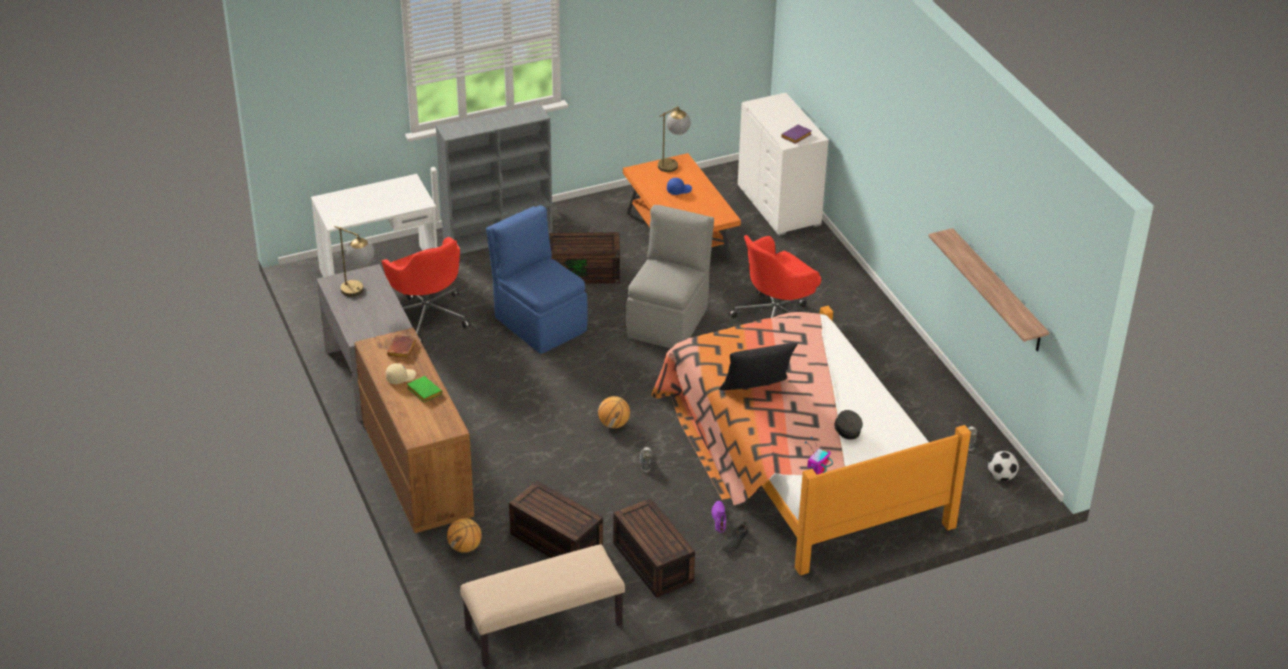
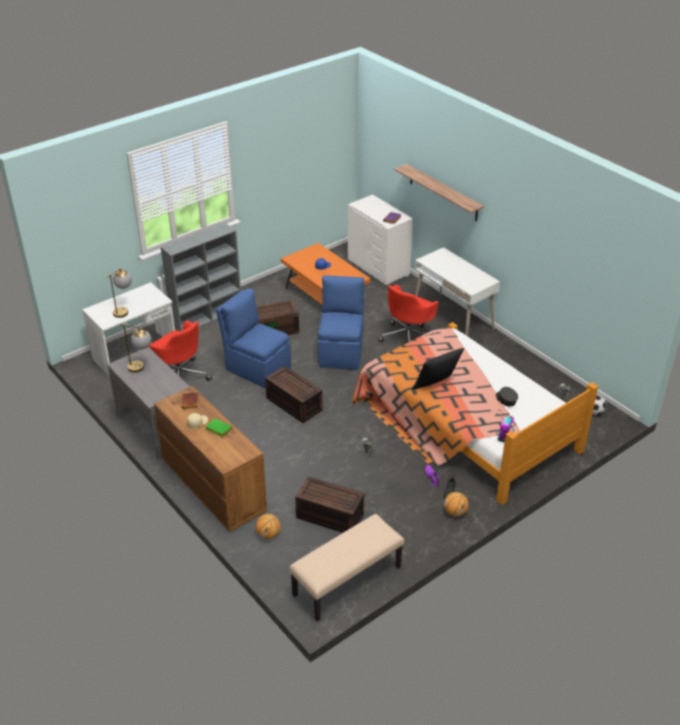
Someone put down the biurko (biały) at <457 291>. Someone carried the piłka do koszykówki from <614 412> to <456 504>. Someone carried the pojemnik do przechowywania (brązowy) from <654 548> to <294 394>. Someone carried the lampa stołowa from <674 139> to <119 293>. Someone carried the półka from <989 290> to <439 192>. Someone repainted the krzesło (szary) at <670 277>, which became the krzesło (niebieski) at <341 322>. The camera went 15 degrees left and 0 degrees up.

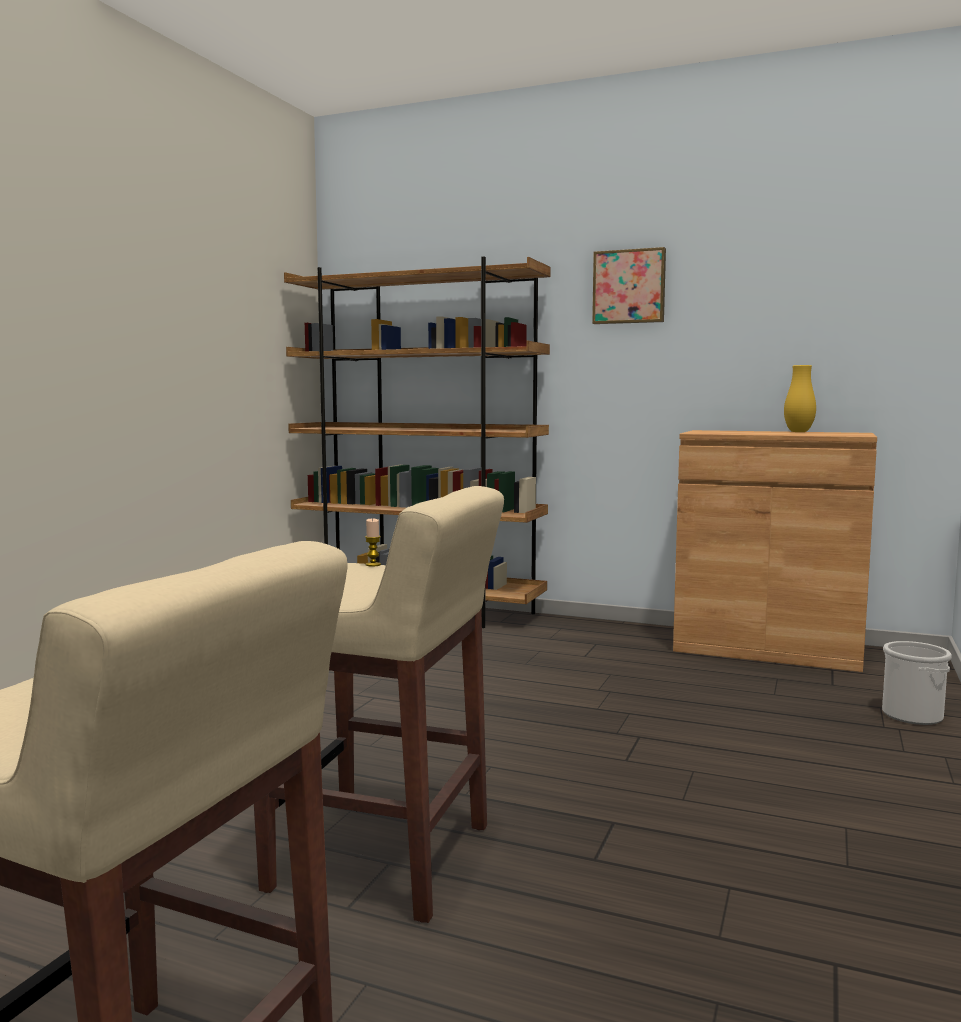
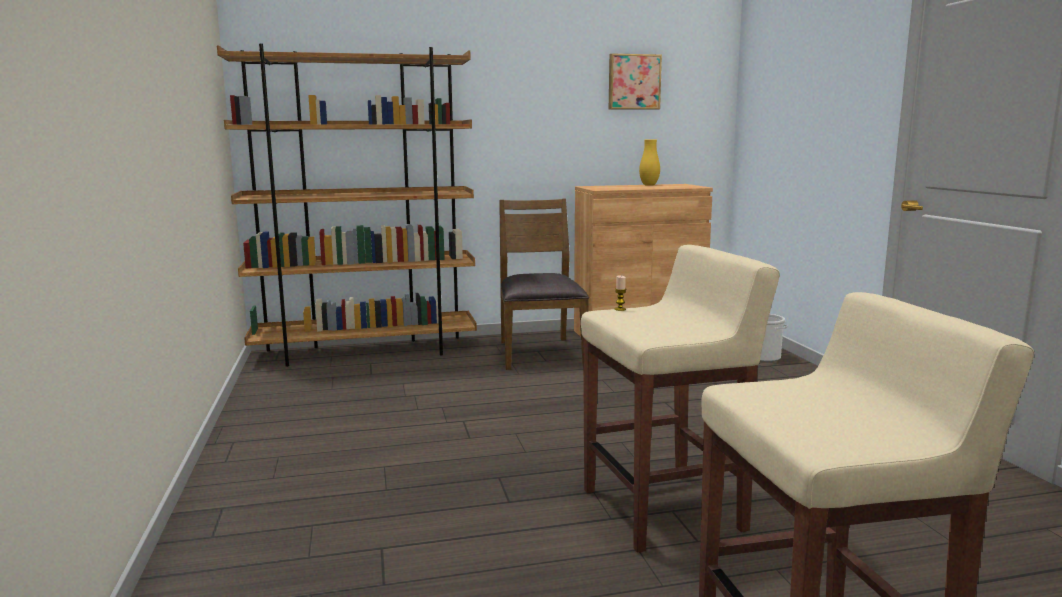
Someone put down the krzesło (brązowy) at <544 284>. Someone carried the obraz from <629 285> to <635 82>. The camera went 35 degrees left and 5 degrees up.

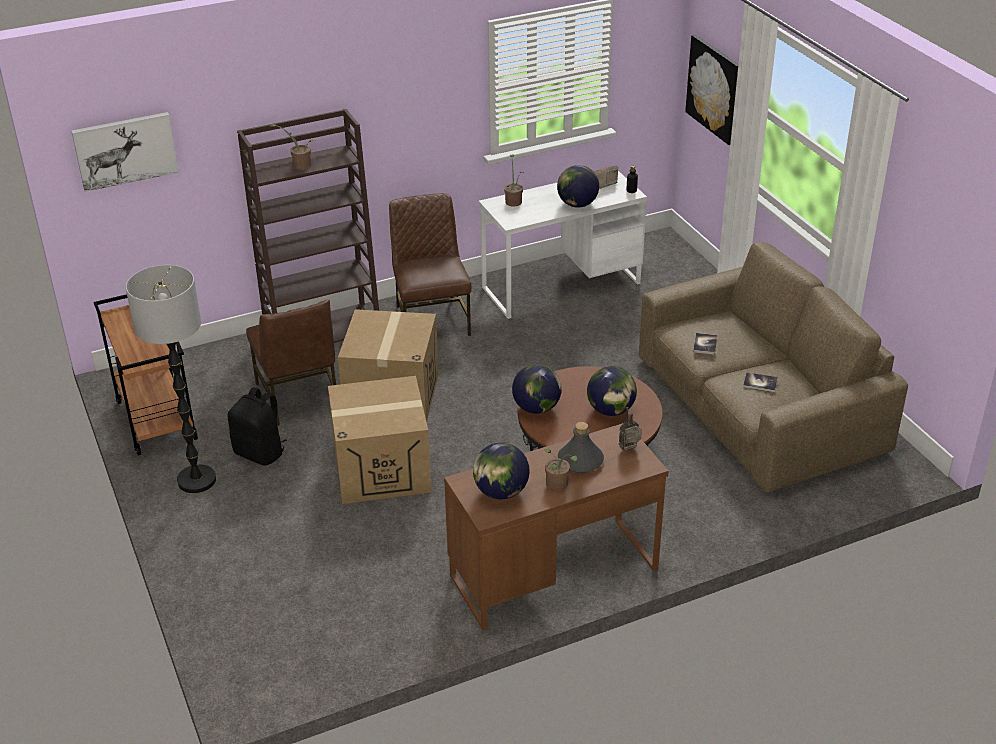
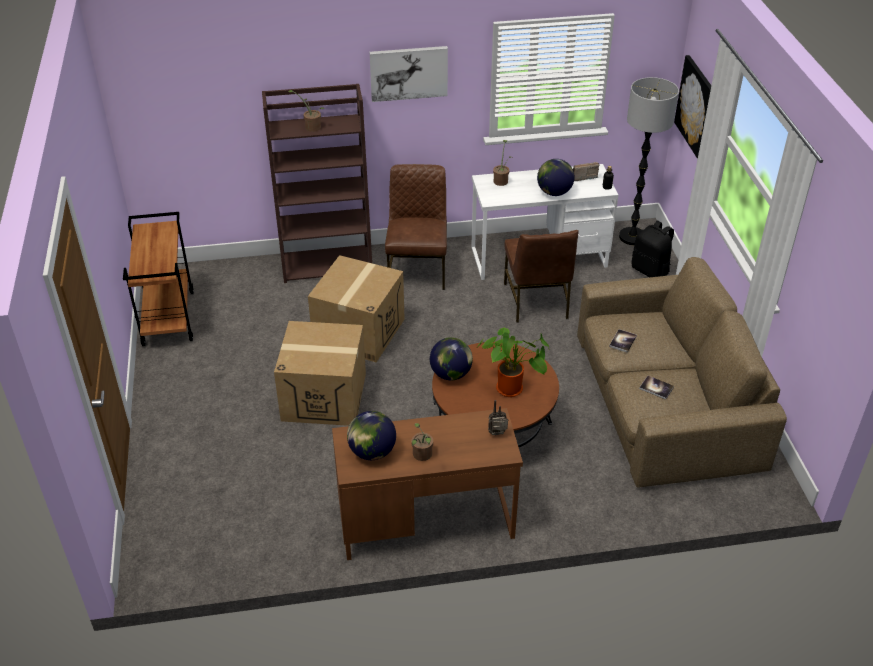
Someone took away the butelka (szary) at <581 447>. Someone carried the obraz from <125 152> to <409 74>. Someone carried the lampa stojąca from <171 379> to <649 161>. Someone carried the plecak (czarny) from <257 426> to <653 249>. Someone carried the krzesło (brązowy) from <291 362> to <541 276>. Someone swapped the globus at <612 391> for the roślina doniczkowa at <513 362>. The camera went 15 degrees right and 5 degrees up.

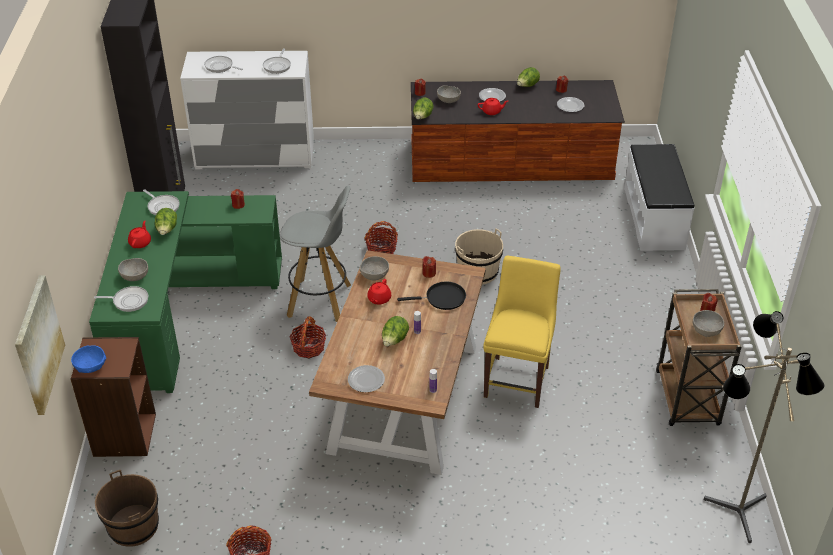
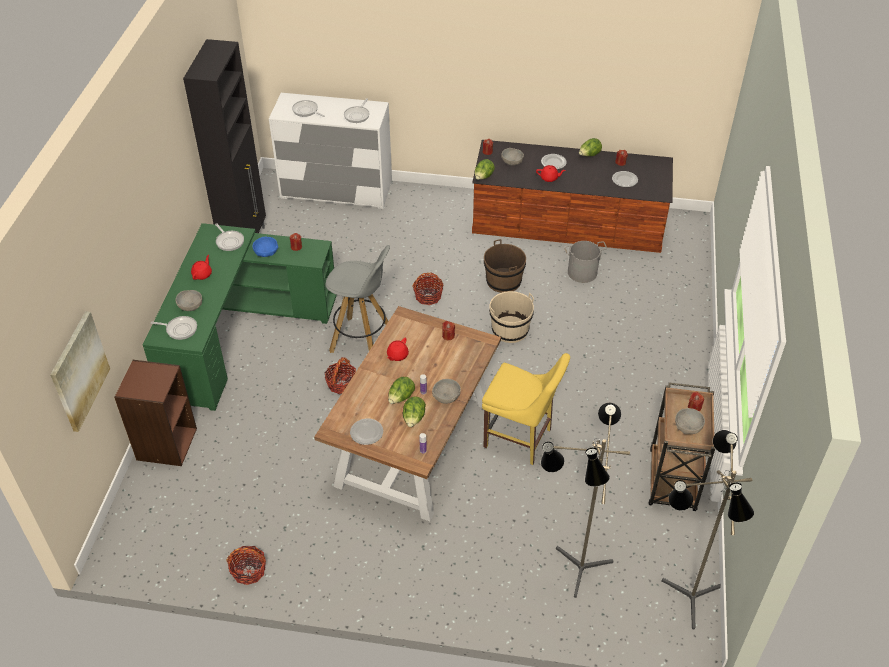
Someone took away the patelnia (czarny) at <431 296>. Someone took away the ławka (biały) at <659 197>. Someone put down the lampa stojąca at <585 500>. Someone put down the wiadro (szary) at <585 262>. Someone carried the miska (niebieski) from <88 359> to <265 247>. Someone carried the wiadro (brązowy) from <127 508> to <505 266>. Someone carried the sałata from <166 221> to <414 411>. Someone carried the miska (szary) from <374 268> to <446 391>. Someone rotated the krzesło (żółty) at <522 331> by 90 degrees clockwise. The camera went 10 degrees right and 5 degrees up.

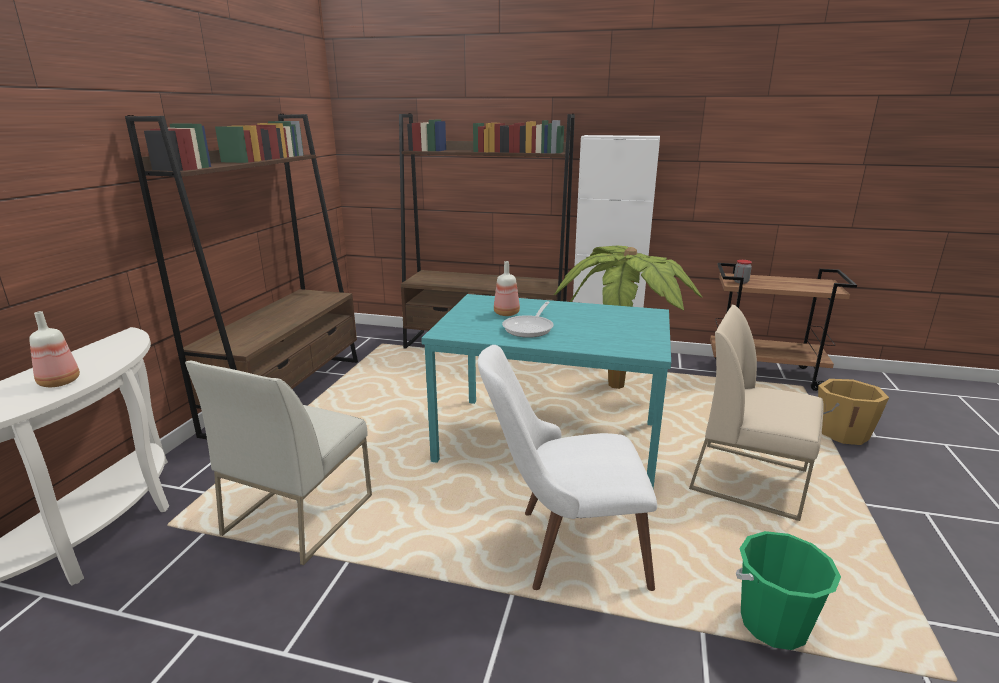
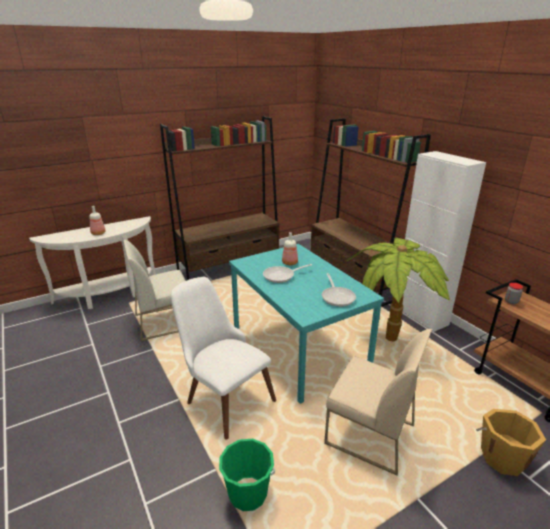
Someone put down the patelnia at <339 290>. Someone rotated the krzesło (beżowy) at <756 413> by 135 degrees clockwise. The camera went 45 degrees right and 5 degrees up.

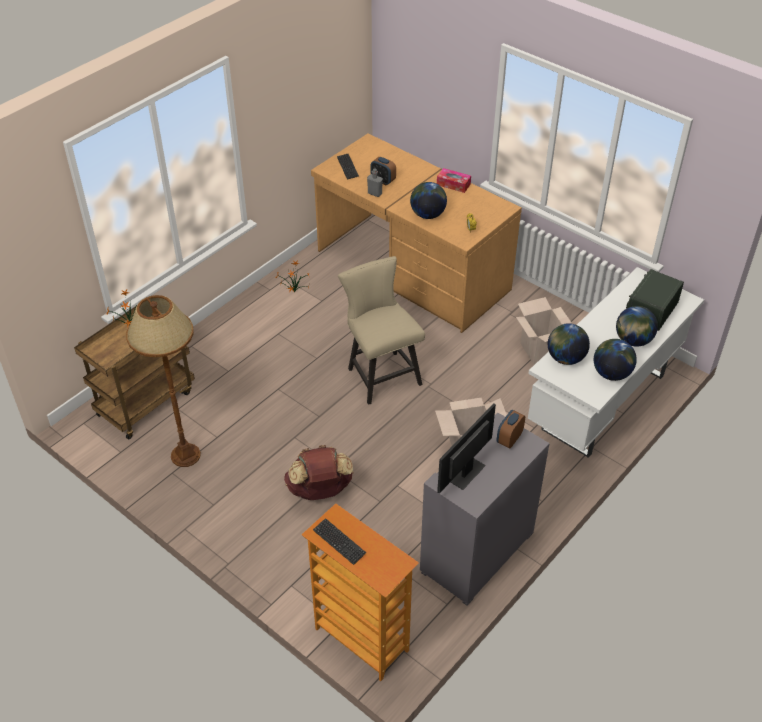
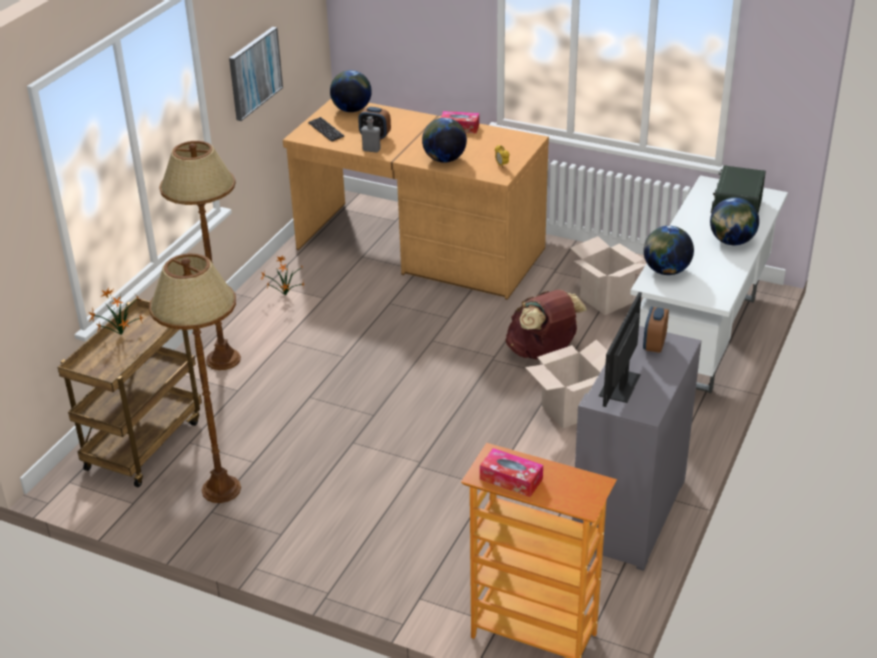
Someone took away the krzesło (beżowy) at <381 330>. Someone put down the lampa stojąca (brązowy) at <200 255>. Someone put up the obraz at <256 74>. Someone carried the plecak (brązowy) from <319 472> to <546 324>. Someone carried the globus from <615 360> to <351 91>. Someone swapped the klawiatura at <339 541> for the pudełko chusteczek at <511 472>. The camera went 15 degrees left and 10 degrees down.

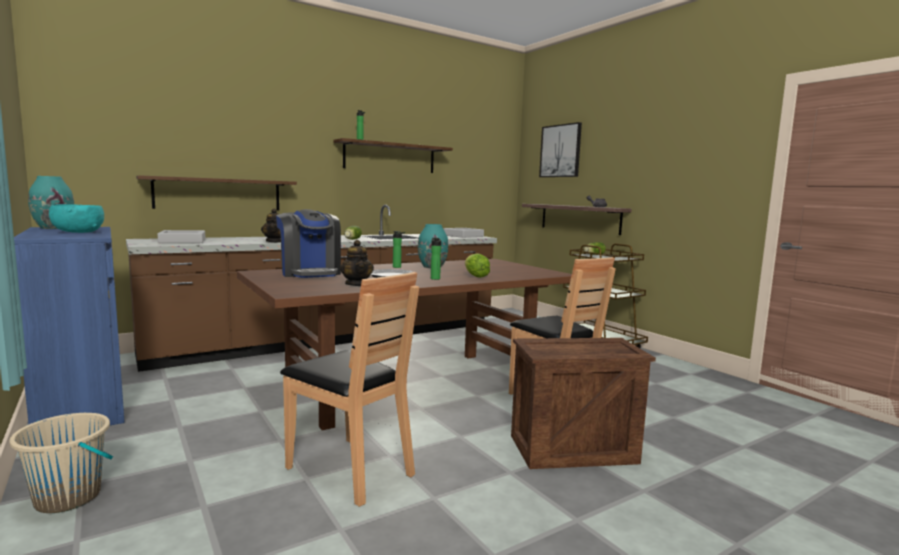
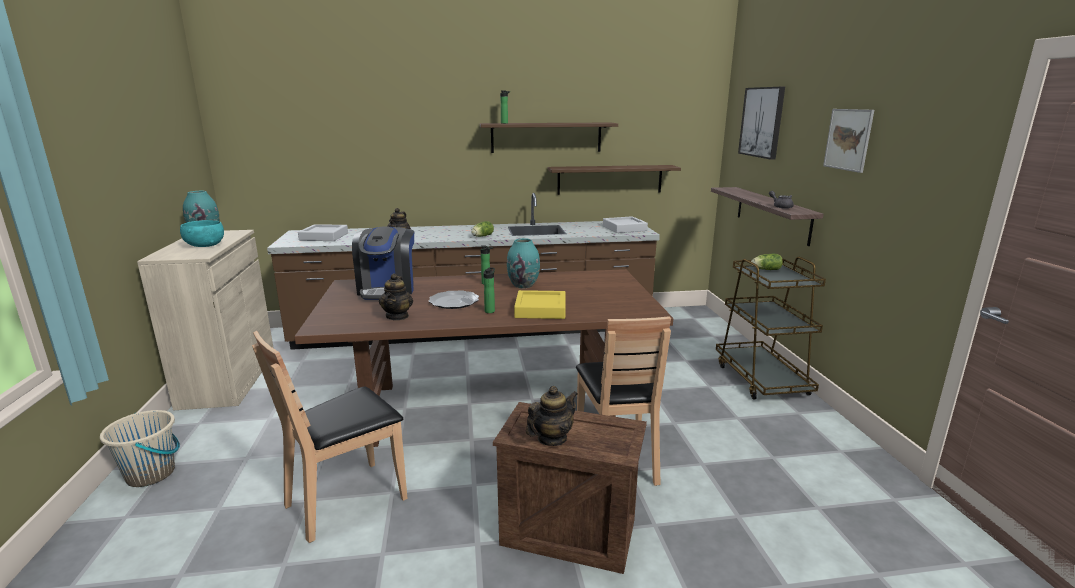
Someone put down the imbryk at <552 416>. Someone put up the obraz at <848 141>. Someone carried the półka (brązowy) from <216 192> to <614 180>. Someone swapped the sałata at <477 265> for the taca (żółty) at <540 304>. Someone repainted the szafka (niebieski) at <69 326>, which became the szafka (beżowy) at <205 320>. Someone rotated the krzesło (brązowy) at <349 389> by 75 degrees clockwise. The camera went 25 degrees right and 10 degrees up.

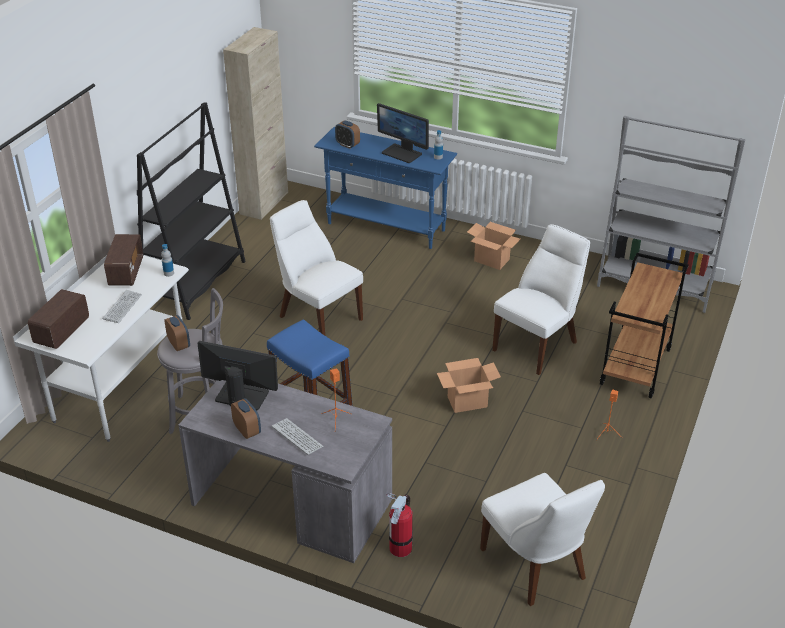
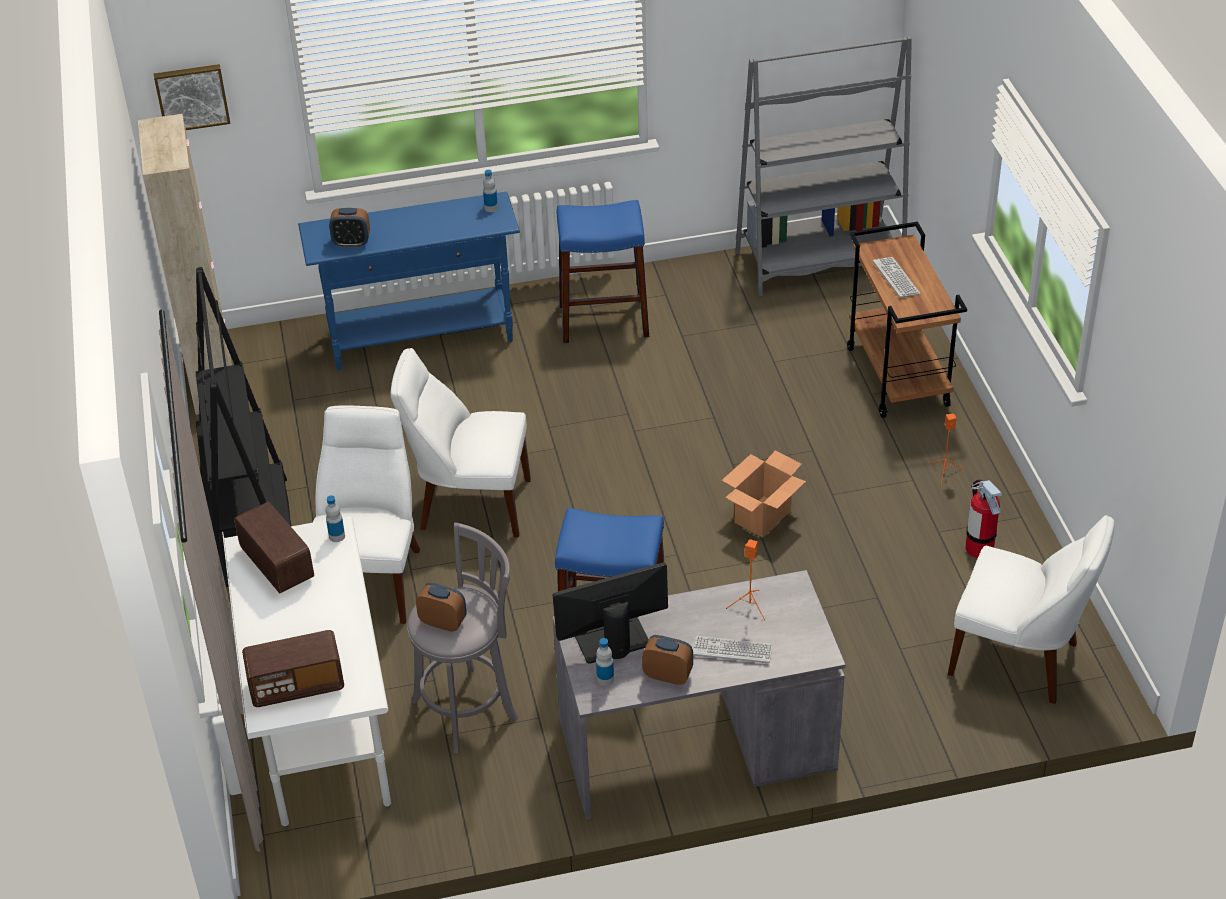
Someone took away the monitor at <403 133>. Someone put up the obraz at <192 97>. Someone put down the butelka at <605 662>. Someone carried the klawiatura from <122 306> to <897 277>. Someone carried the gaśnica from <399 524> to <983 518>. Someone carried the krzesło (biały) from <541 299> to <366 515>. Someone swapped the karton at <493 246> for the stołek (niebieski) at <603 271>. Someone rotated the radio at <58 319> by 90 degrees counterclockwise. The camera went 35 degrees left and 5 degrees up.

